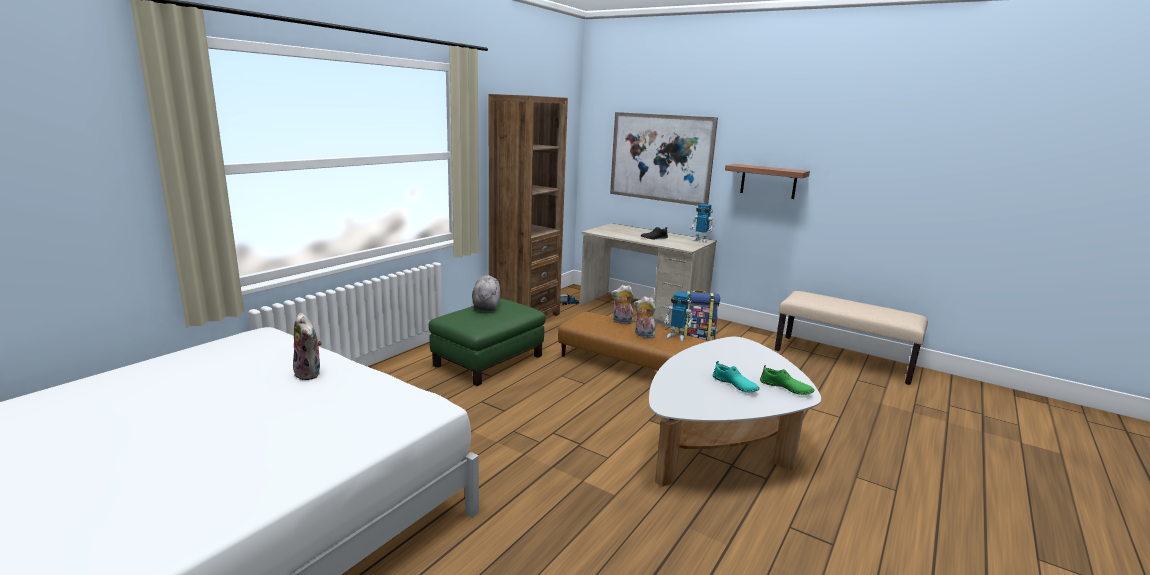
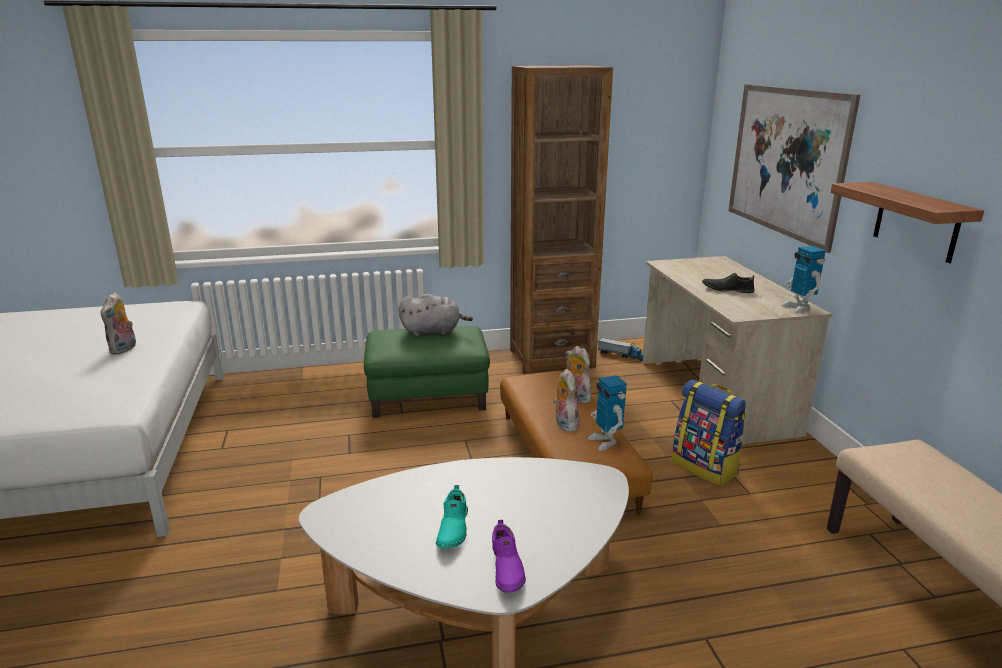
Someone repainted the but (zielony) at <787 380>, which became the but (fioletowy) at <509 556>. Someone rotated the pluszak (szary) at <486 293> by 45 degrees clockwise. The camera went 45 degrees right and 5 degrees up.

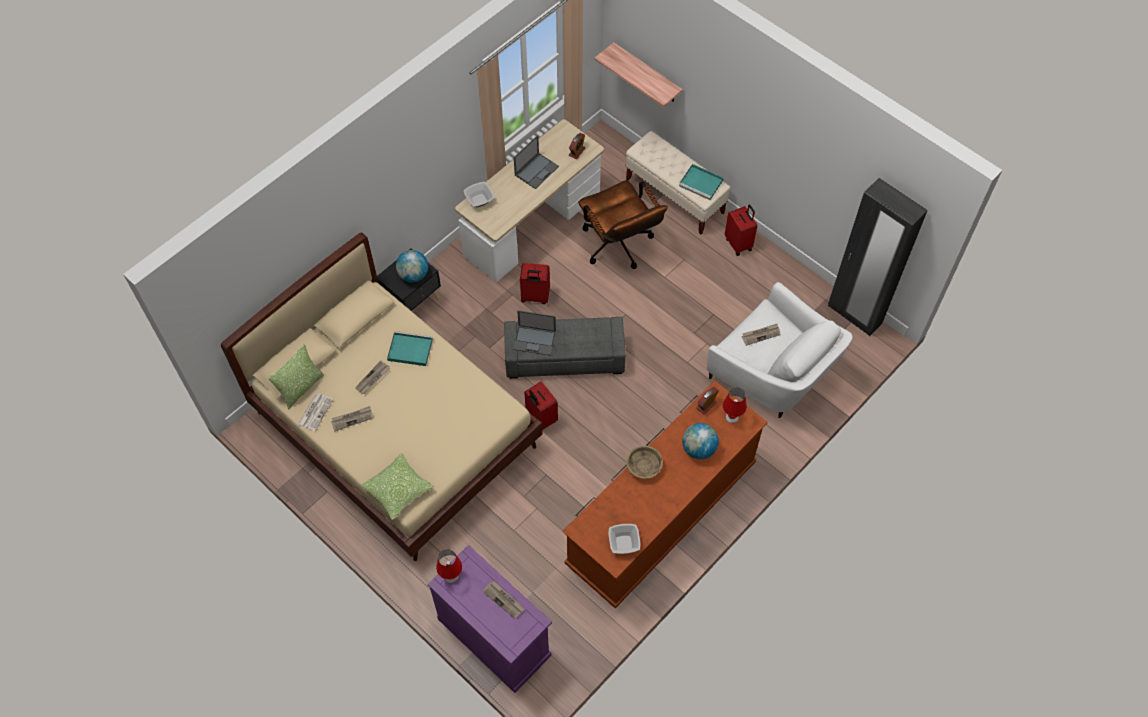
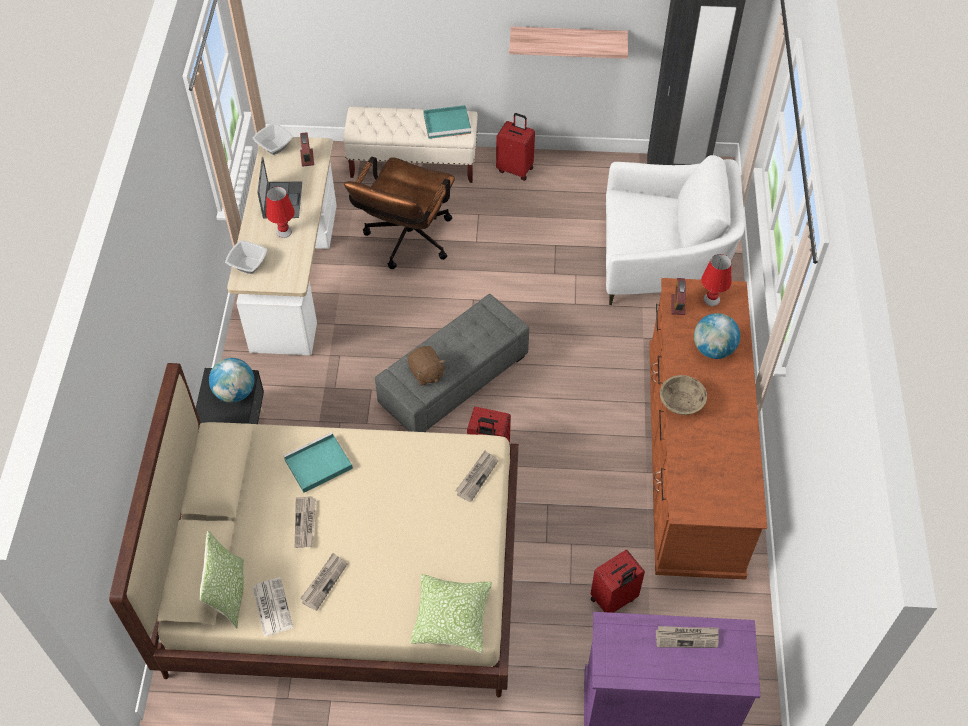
Someone carried the lampa stołowa (czerwony) from <449 566> to <280 212>. Someone carried the walizka (czerwony) from <535 283> to <617 581>. Someone carried the półka from <639 74> to <568 42>. Someone carried the miska from <624 539> to <273 139>. Someone carried the gazeta from <761 335> to <476 476>. Someone swapped the laptop at <534 333> for the pluszak (brązowy) at <426 366>. Someone rotated the krzesło biurowe (brązowy) at <623 224> by 90 degrees clockwise. The camera went 40 degrees left and 5 degrees down.

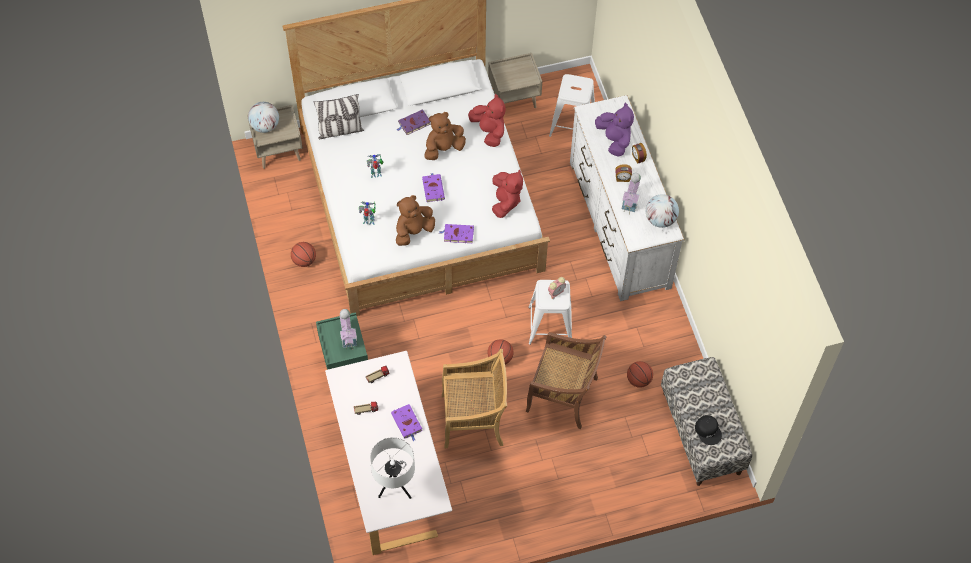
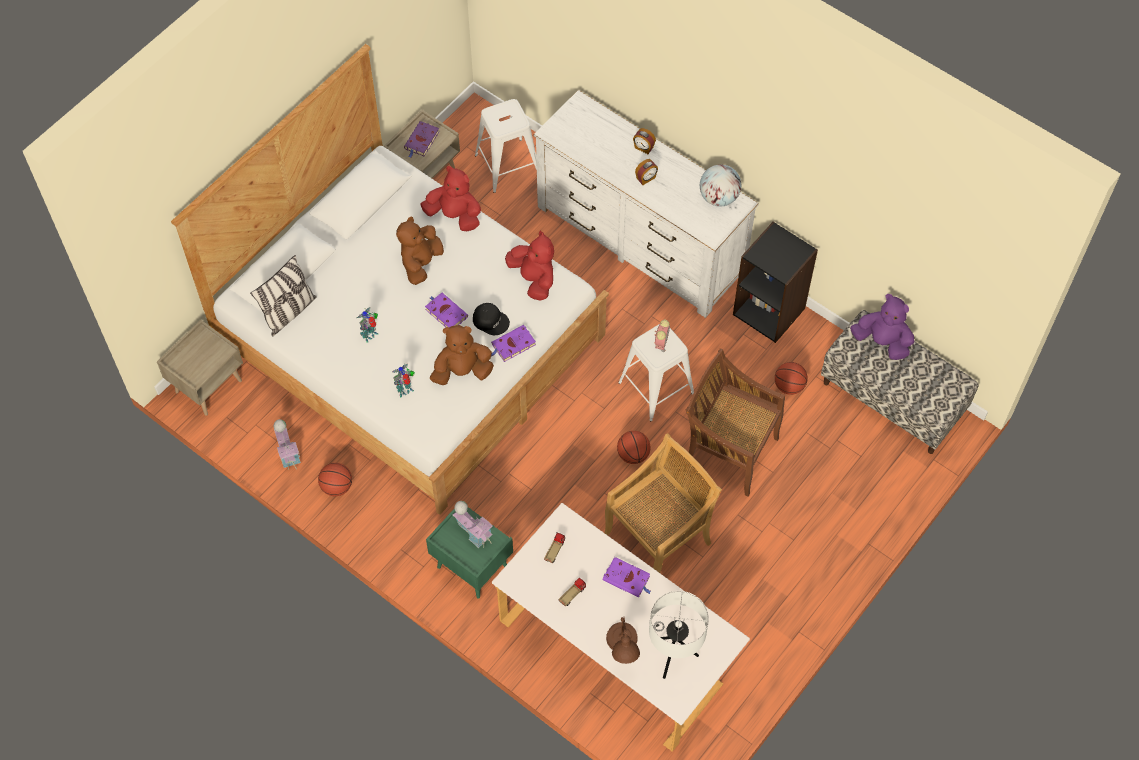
Someone took away the globus at <263 117>. Someone put down the lampa stołowa (brązowy) at <623 640>. Someone put down the regał (czarny) at <775 282>. Someone carried the książka (fioletowy) from <413 122> to <422 139>. Someone carried the pluszak (fioletowy) from <614 129> to <882 327>. Someone carried the domek from <631 194> to <287 444>. Someone carried the czapka z daszkiem (czarny) from <708 430> to <491 319>. Someone rotated the pluszak (brązowy) at <415 220> by 60 degrees clockwise. Someone rotated the krzesło (brązowy) at <566 380> by 135 degrees counterclockwise. The camera went 35 degrees left and 0 degrees up.

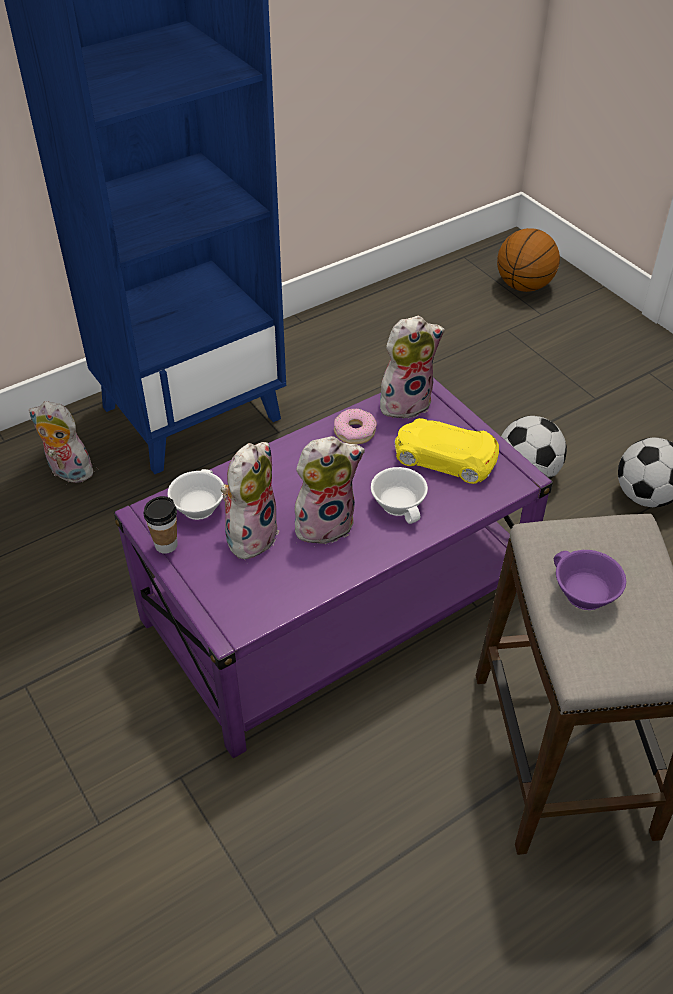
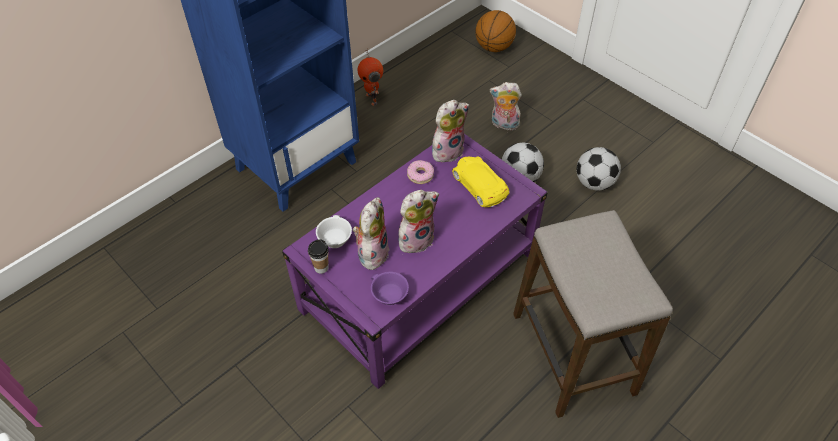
Someone took away the filiżanka (biały) at <399 495>. Someone put down the robot zabawkowy at <370 77>. Someone carried the pluszak from <61 442> to <506 106>. Someone carried the filiżanka (fioletowy) from <590 580> to <390 289>. Someone rotated the samochodzik (żółty) at <447 451> by 45 degrees clockwise. The camera went 10 degrees left and 5 degrees up.

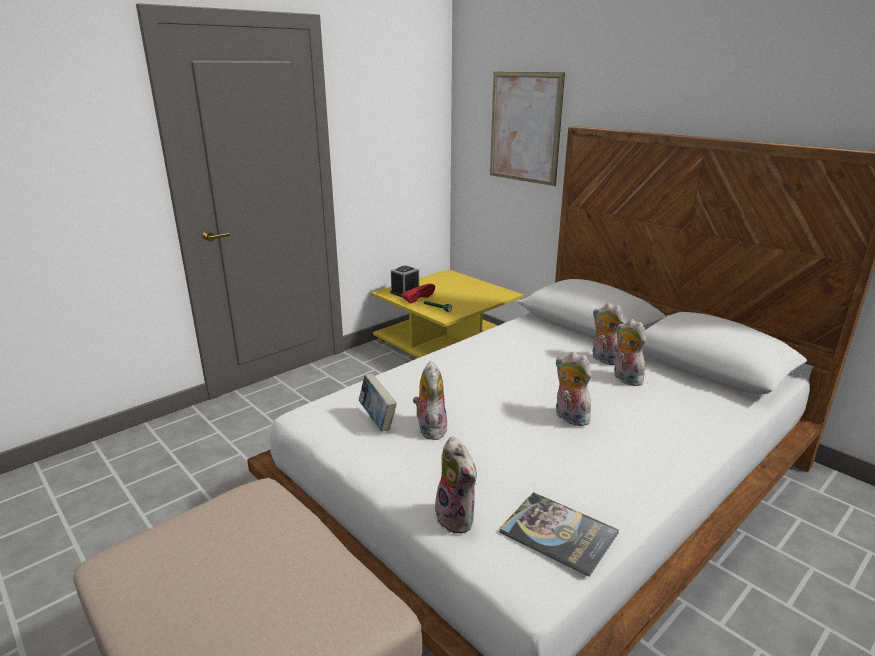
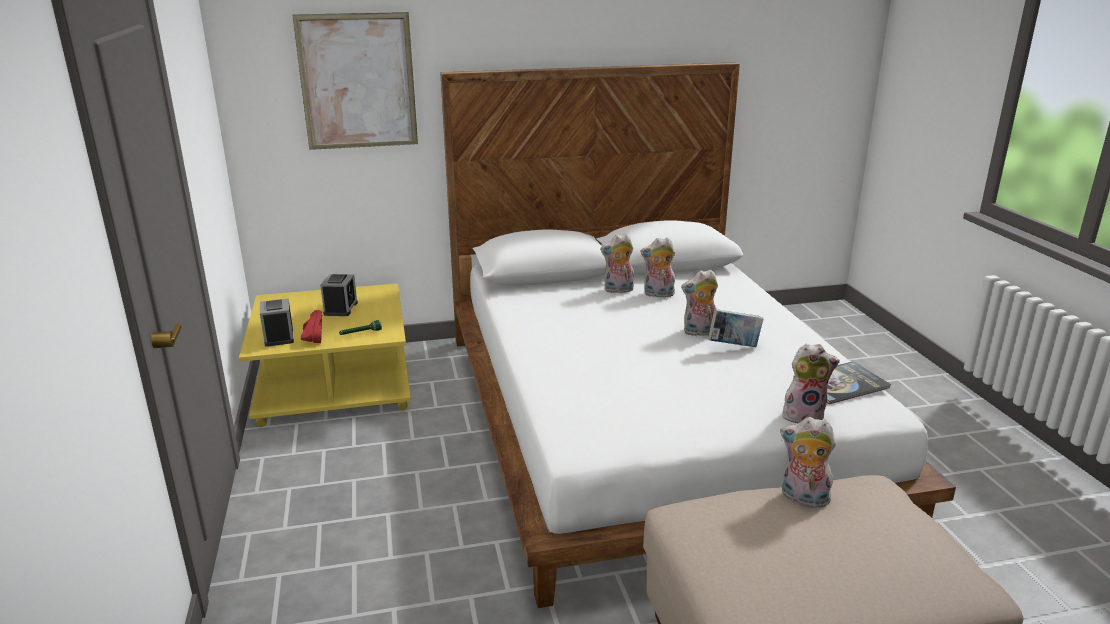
Someone put down the budzik at <339 295>. Someone carried the książka from <378 403> to <735 328>. Someone carried the pluszak from <430 400> to <808 462>. The camera went 60 degrees left and 0 degrees up.

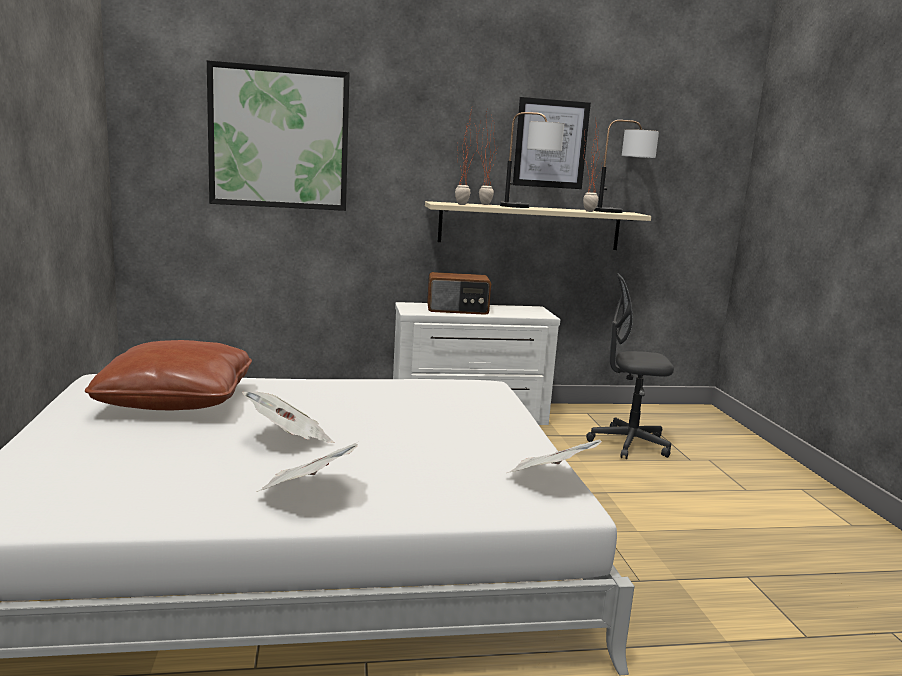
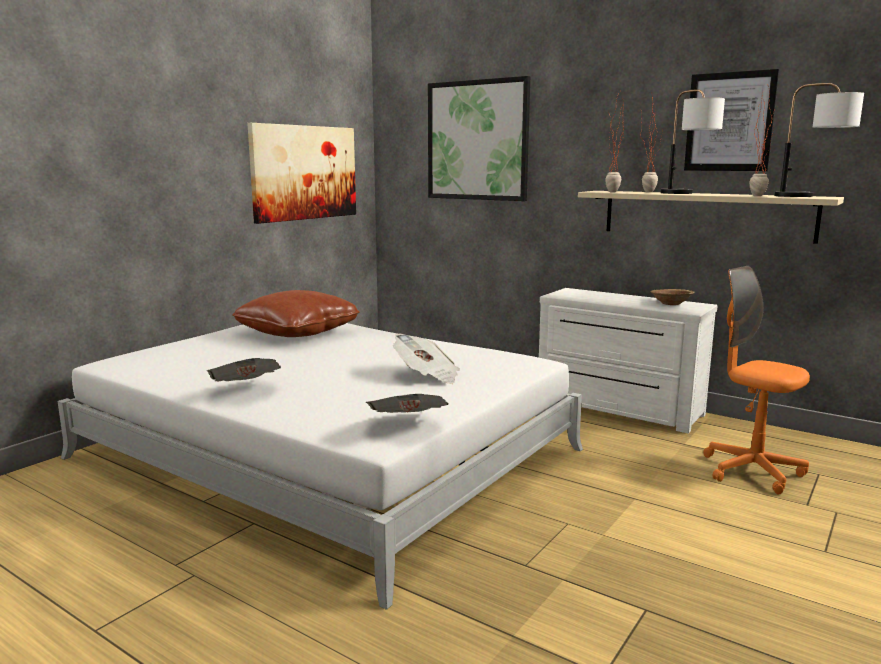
Someone took away the radio at <459 293>. Someone put up the obraz at <301 173>. Someone put down the miska (brązowy) at <673 297>. Someone carried the gazeta from <288 417> to <426 359>. Someone repainted the krzesło biurowe (szary) at <630 366>, which became the krzesło biurowe (pomarańczowy) at <756 380>. The camera went 45 degrees right and 0 degrees up.

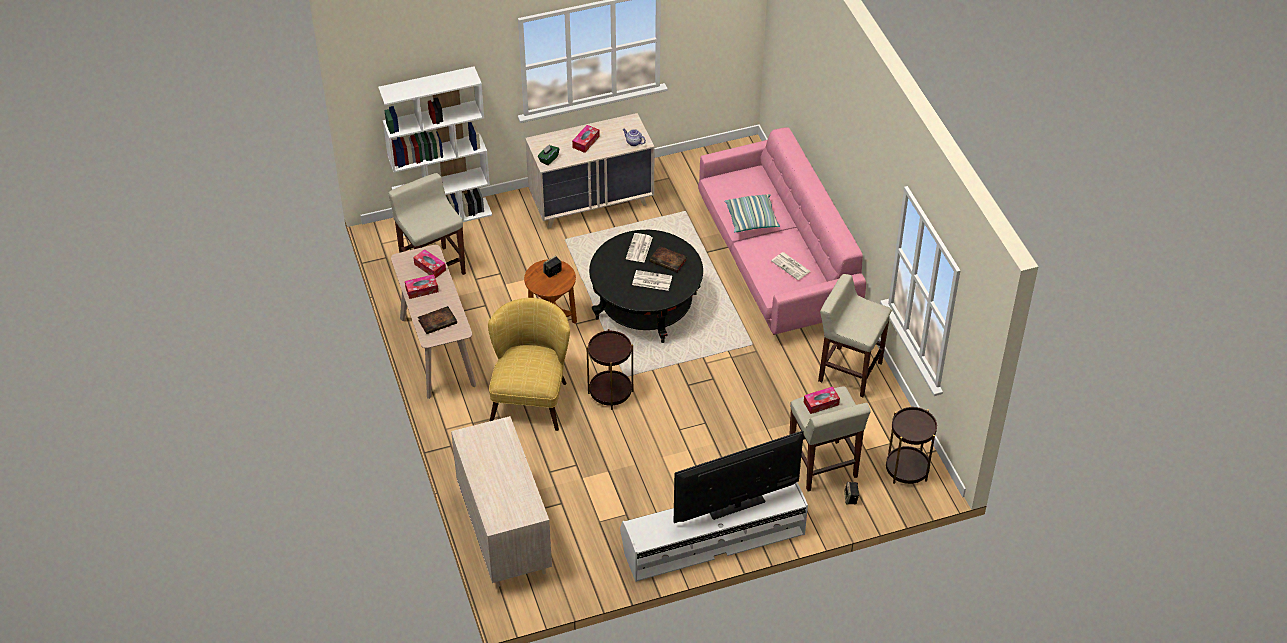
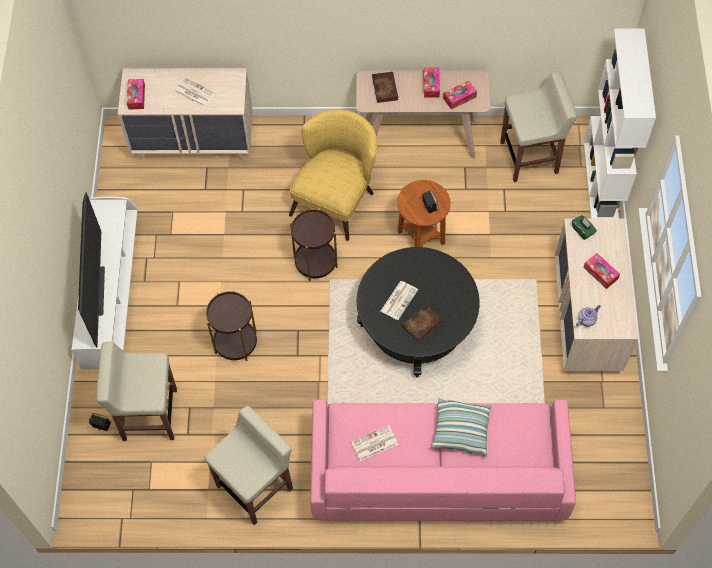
Someone carried the gazeta from <639 247> to <195 92>. Someone carried the pudełko chusteczek from <822 400> to <136 94>. Someone carried the stolik (brązowy) from <911 445> to <231 326>. Someone rotated the fotel (żółty) at <529 364> by 90 degrees counterclockwise. The camera went 110 degrees right and 15 degrees up.

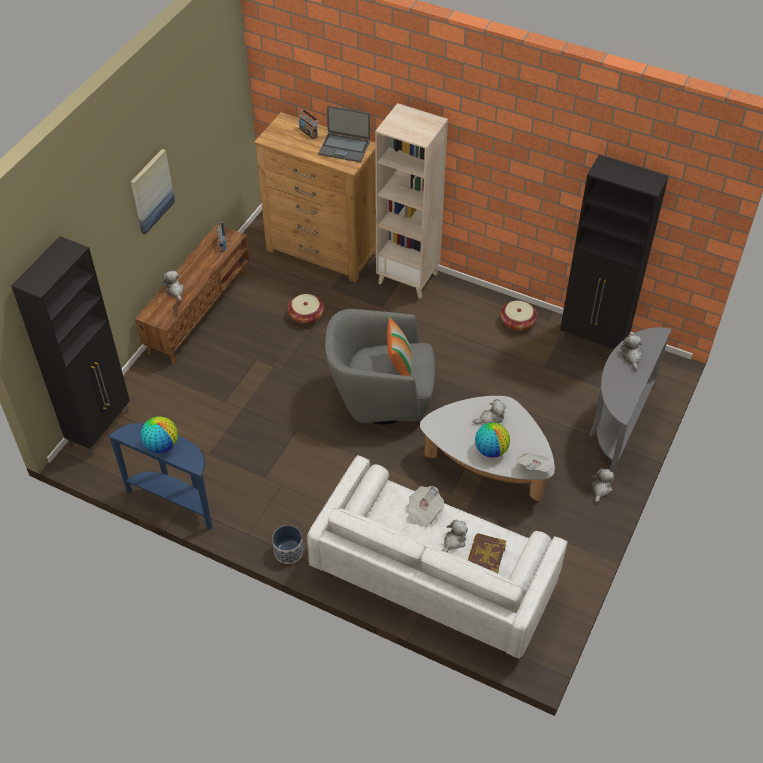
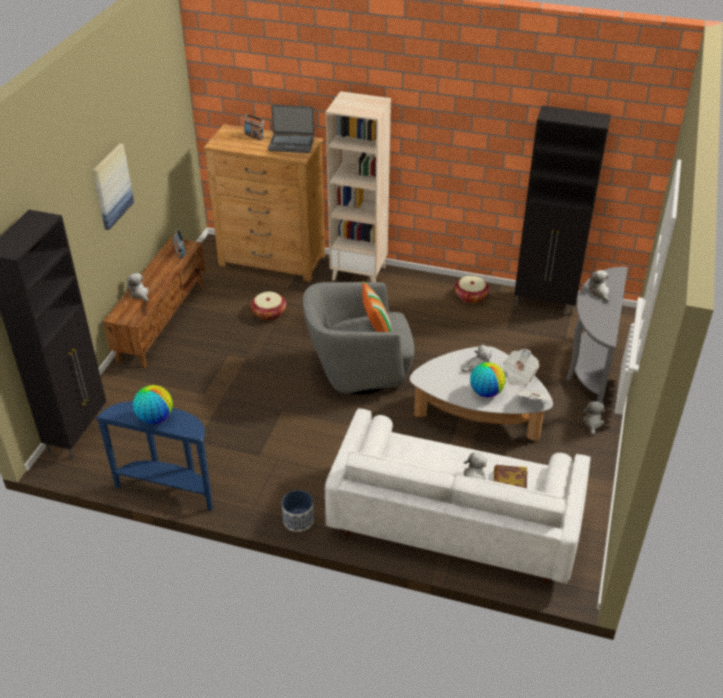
Someone carried the gazeta from <425 506> to <521 367>. The camera went 10 degrees left and 10 degrees down.

